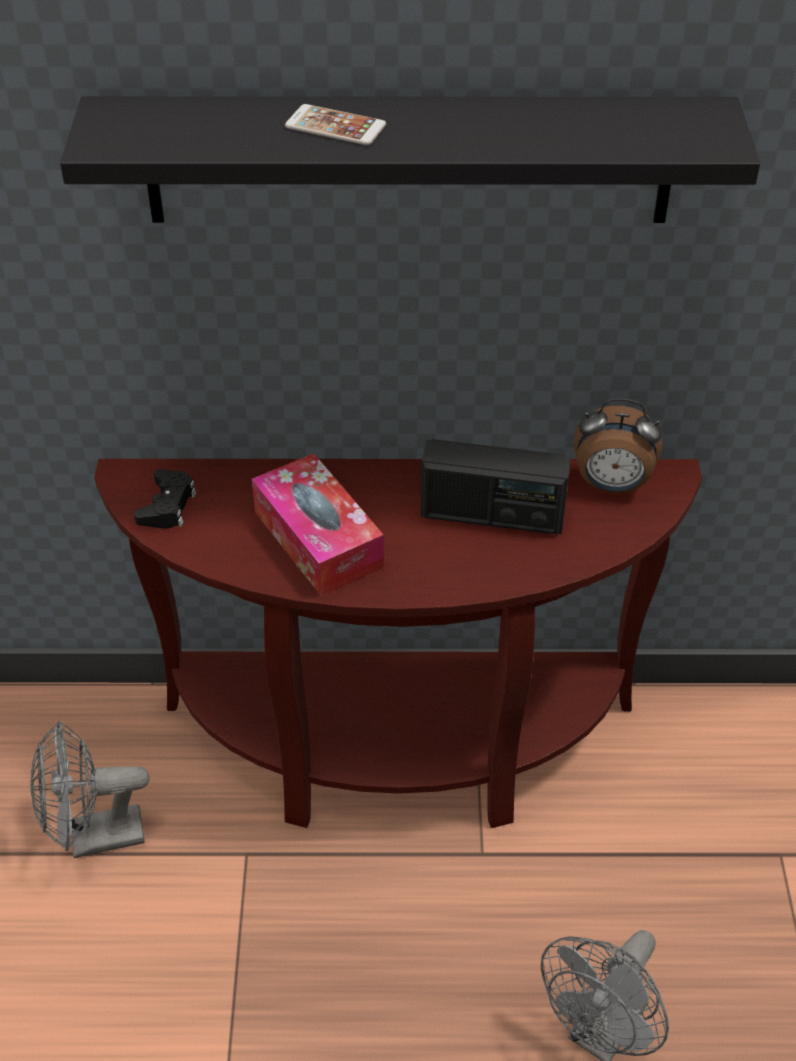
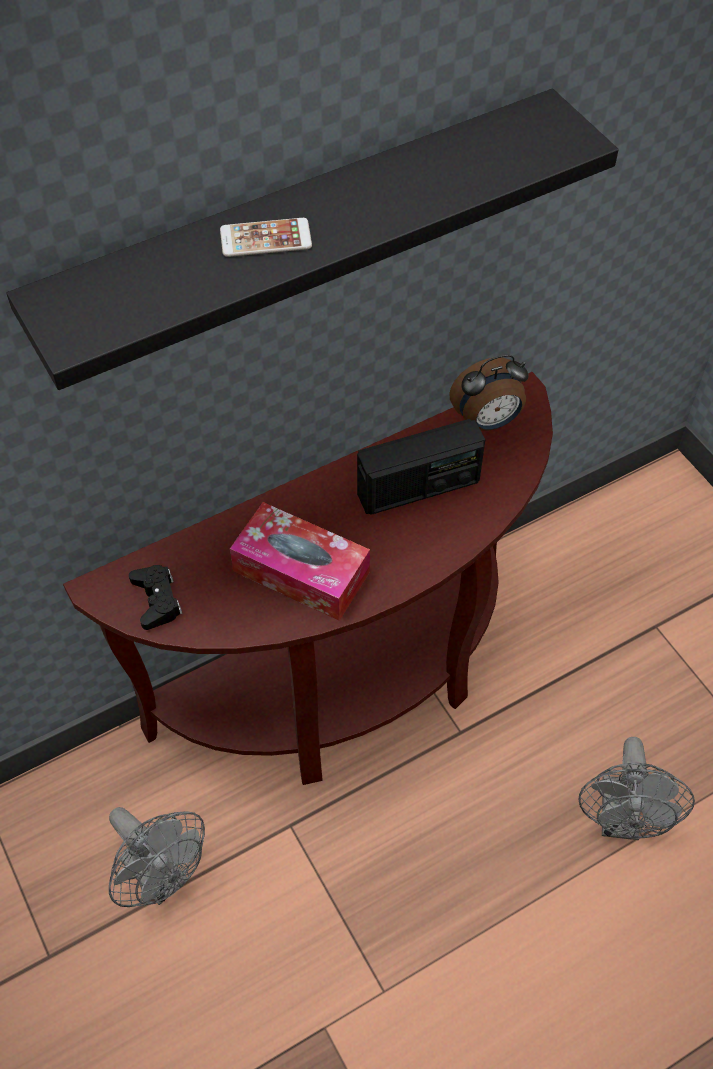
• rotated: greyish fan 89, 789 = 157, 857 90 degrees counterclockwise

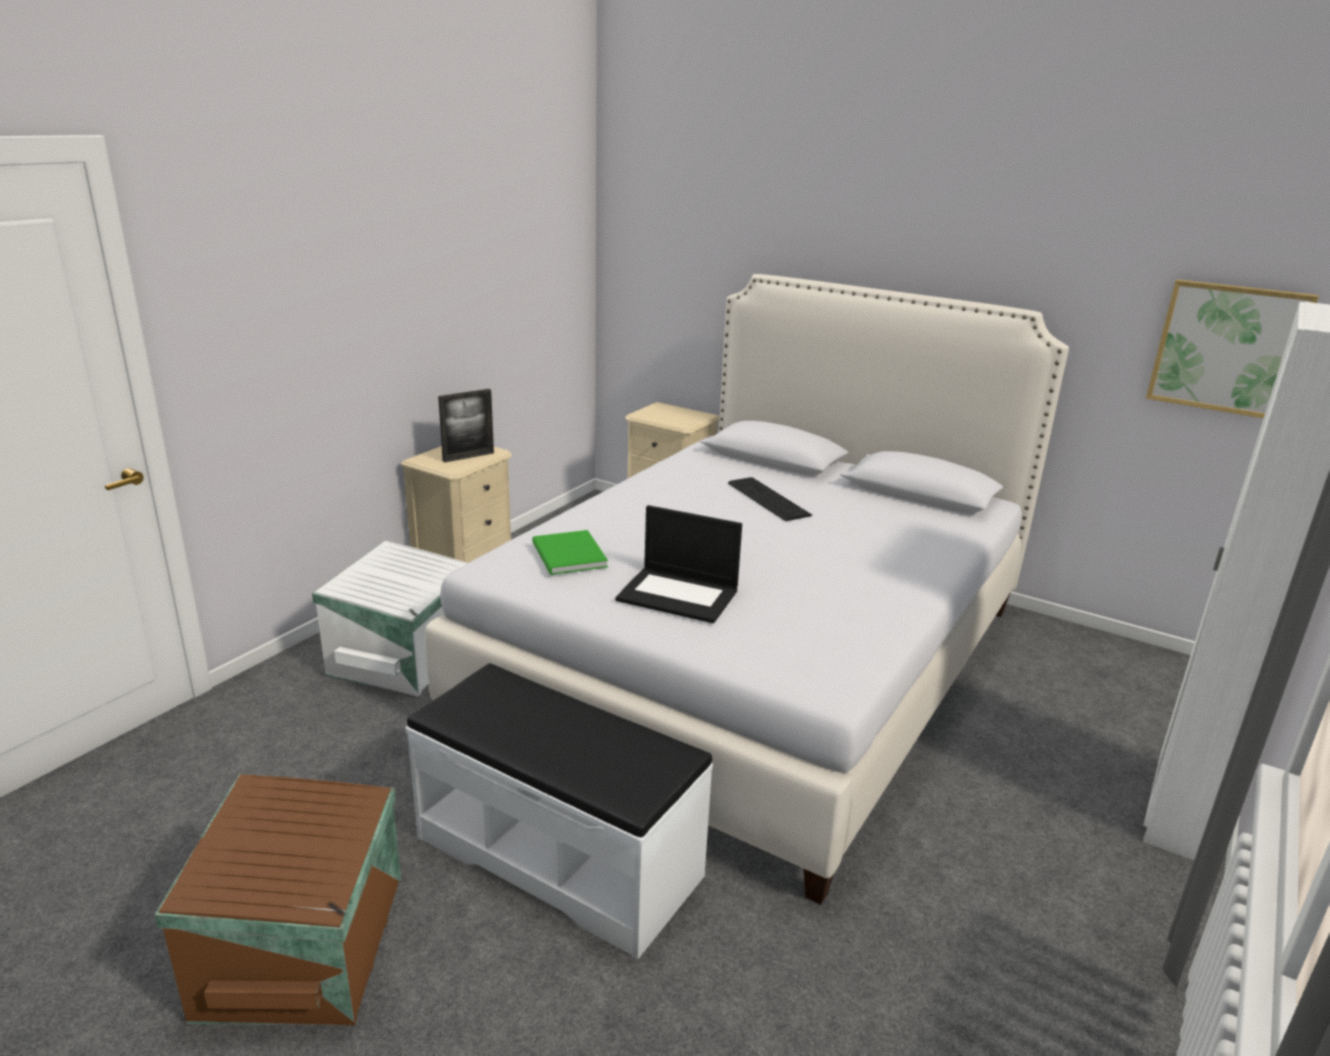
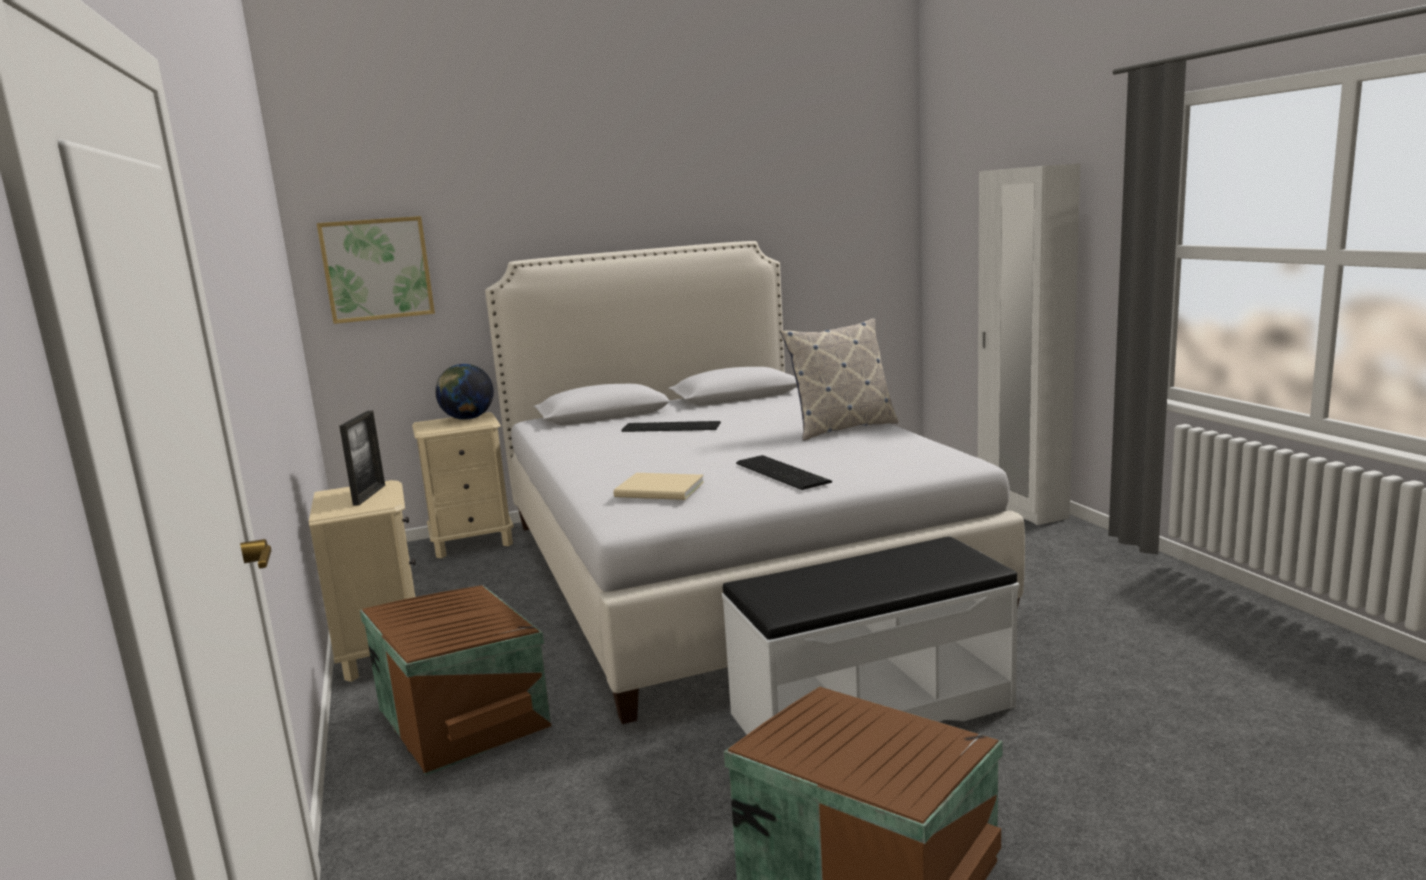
• repainted: white storage box 389, 618 to brown-coloured storage box 455, 680
• repainted: green-coloured bound book 570, 552 to beige bound book 658, 486
• swapped: laptop 679, 564 to PC keyboard 784, 472
• shifted: wall art 1232, 348 to 376, 270
• new: world globe 464, 392
• new: throw pillow 839, 379

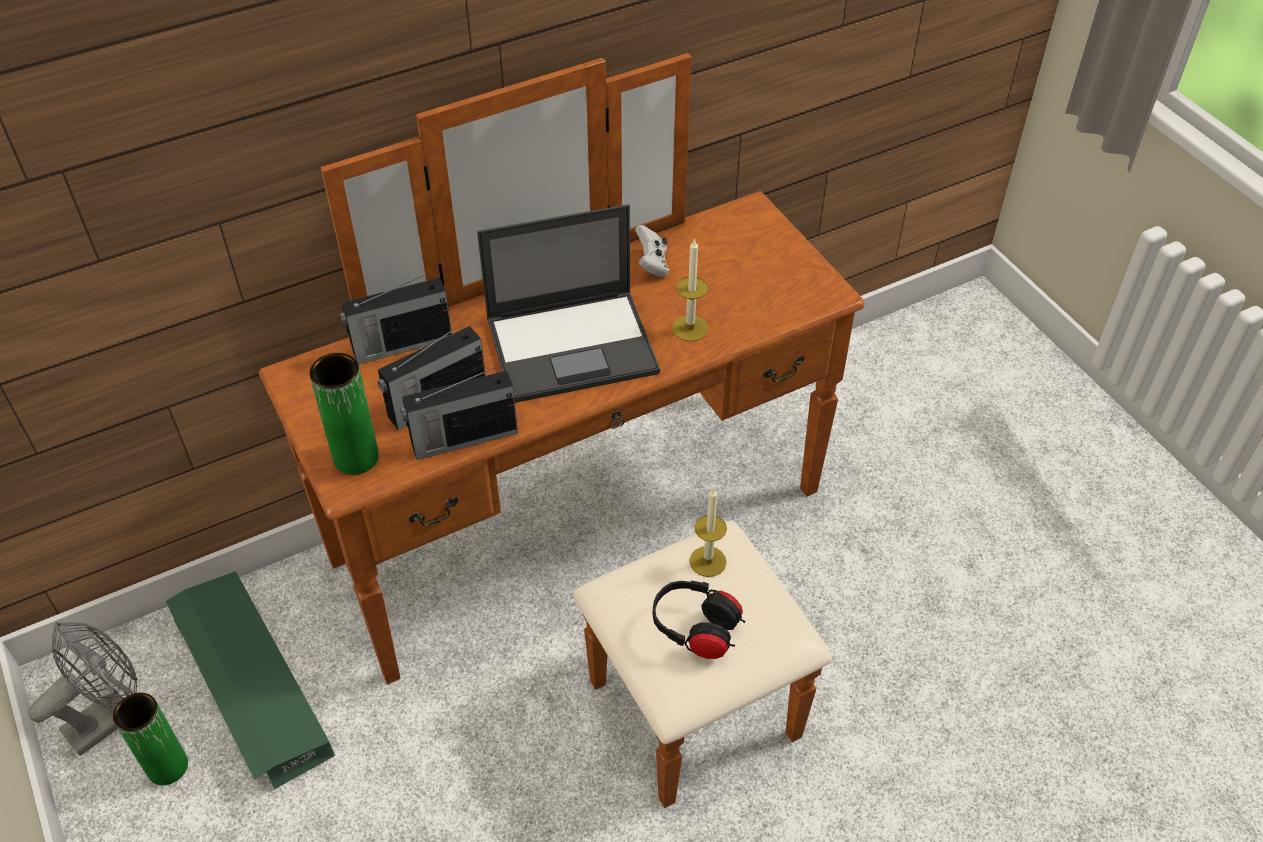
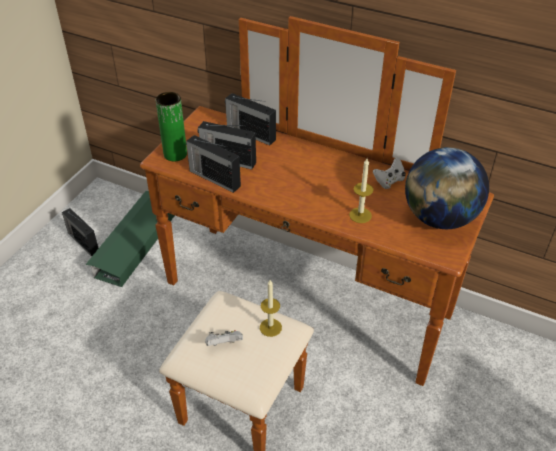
• gone: greyish fan 83, 689
• swapped: green-coloured decorative vase 150, 739 to radio receiver 80, 232
• gone: laptop 568, 303
• swapped: black-coloured pair of headphones 699, 620 to white joypad 224, 338
• new: world globe 447, 188

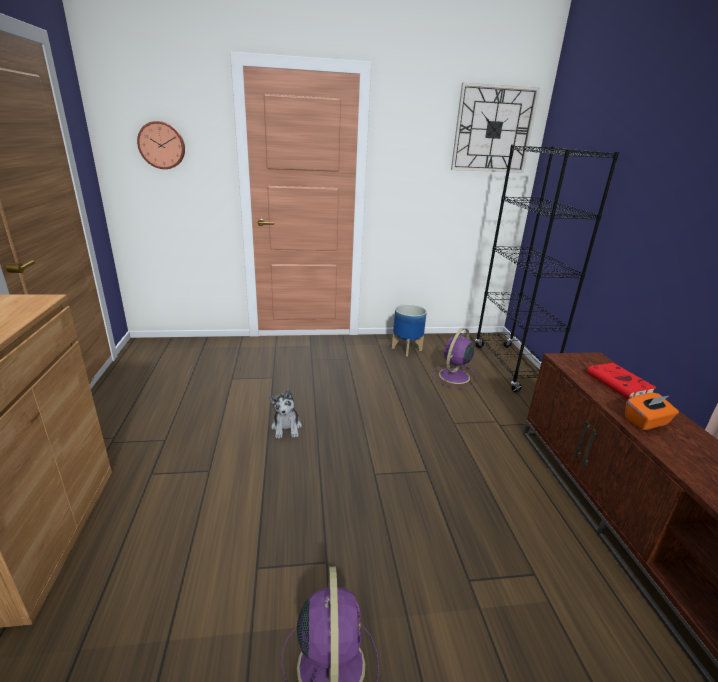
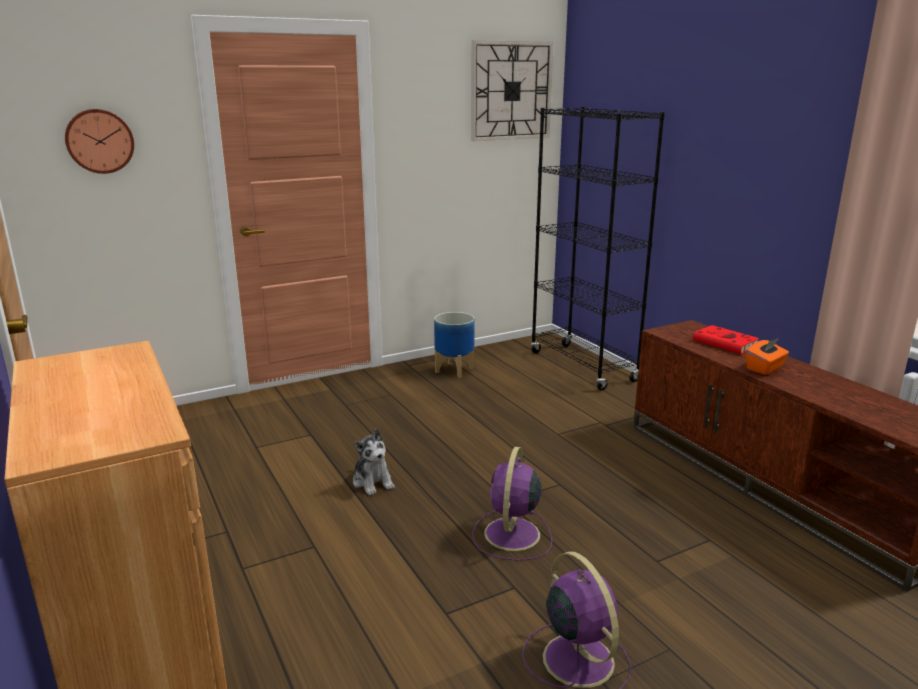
• shifted: purple fan 453, 358 to 512, 503

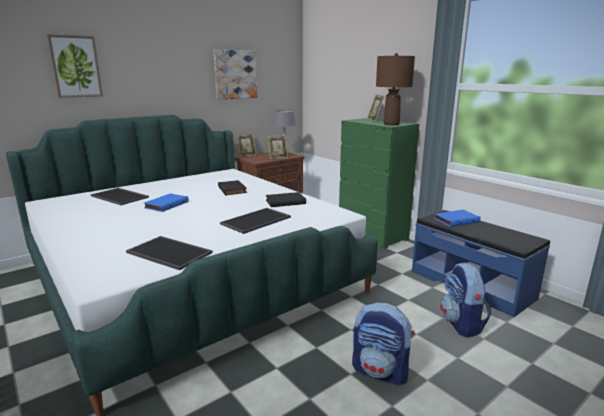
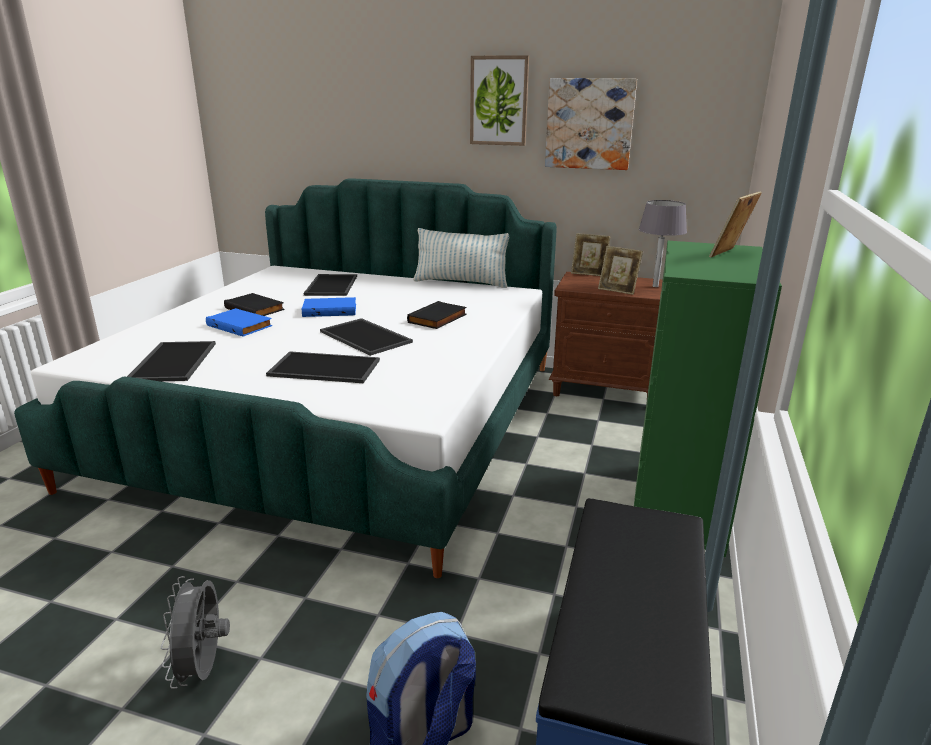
• shifted: wall art 75, 66 to 499, 100
• shifted: black-coloured bound book 286, 199 to 254, 304
• swapped: knapsack 383, 344 to greyish fan 195, 632
• gone: brown-coloured lamp for a table 395, 89
• shifted: bluish bound book 457, 218 to 239, 322
• new: carrying tray 366, 337
• new: throw pillow 461, 258

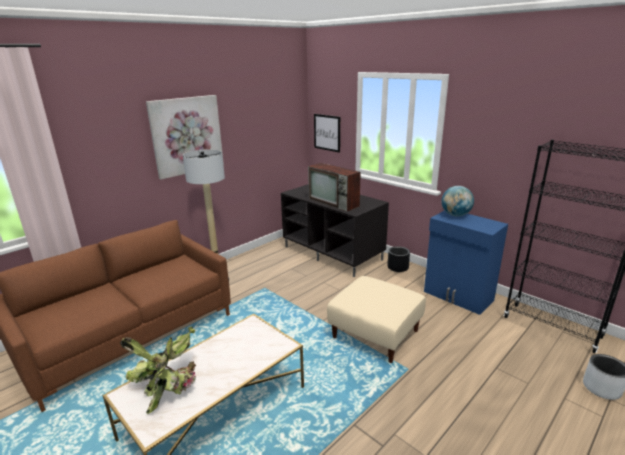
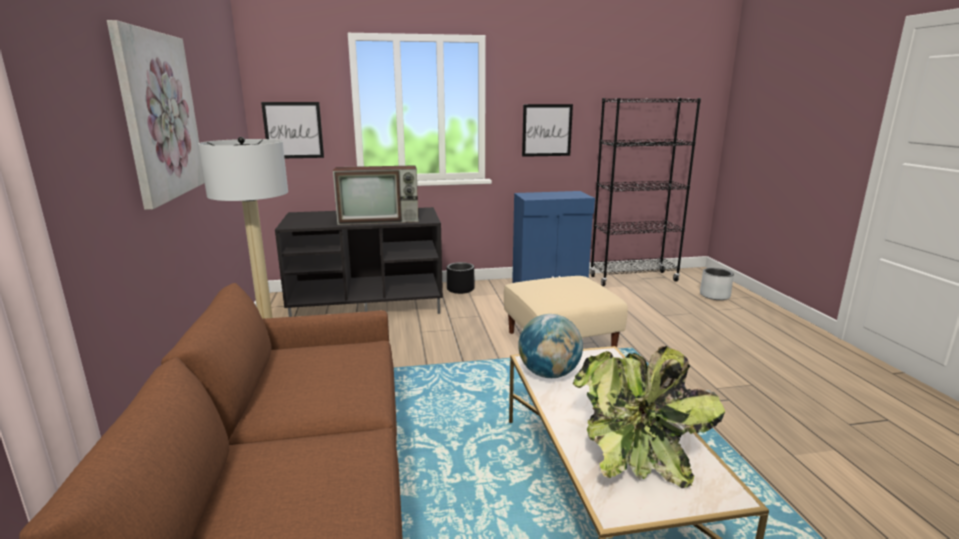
• shifted: world globe 457, 201 to 550, 346
• new: wall art 547, 130

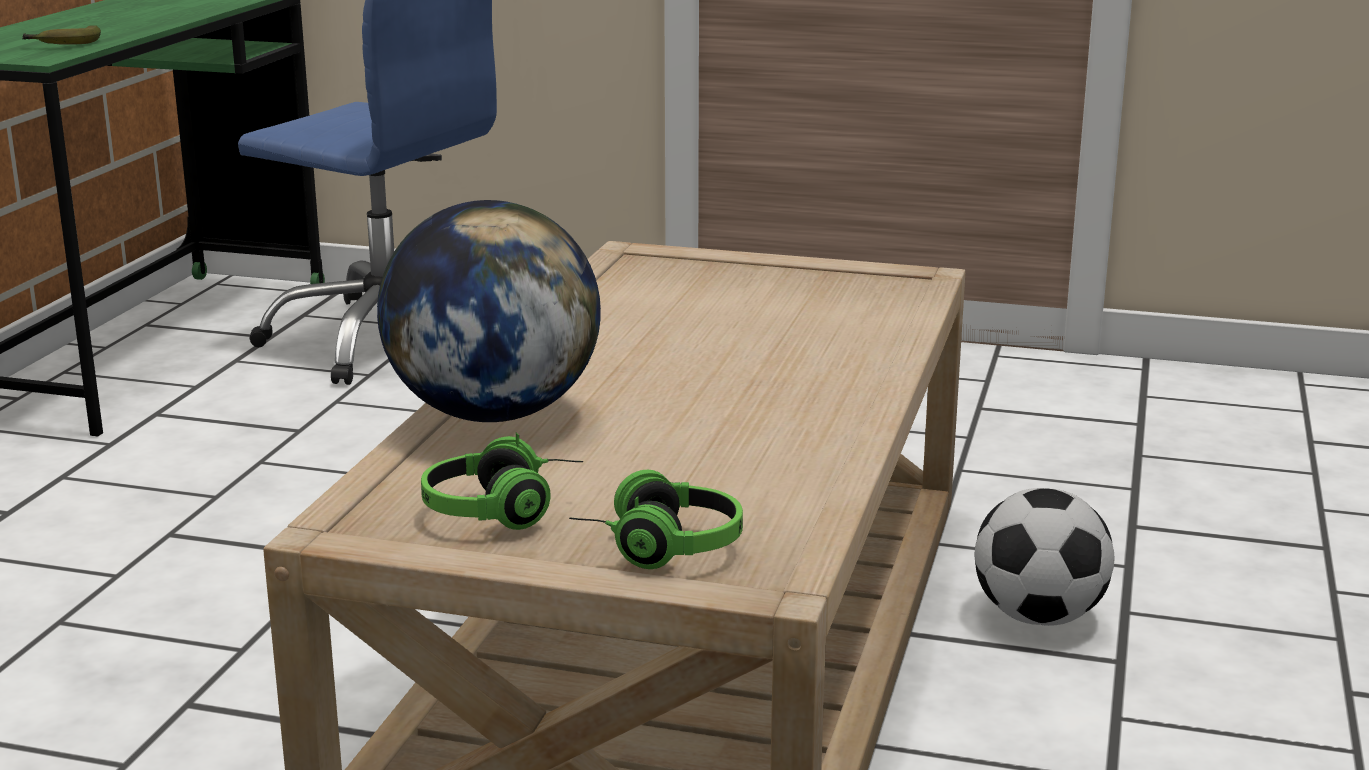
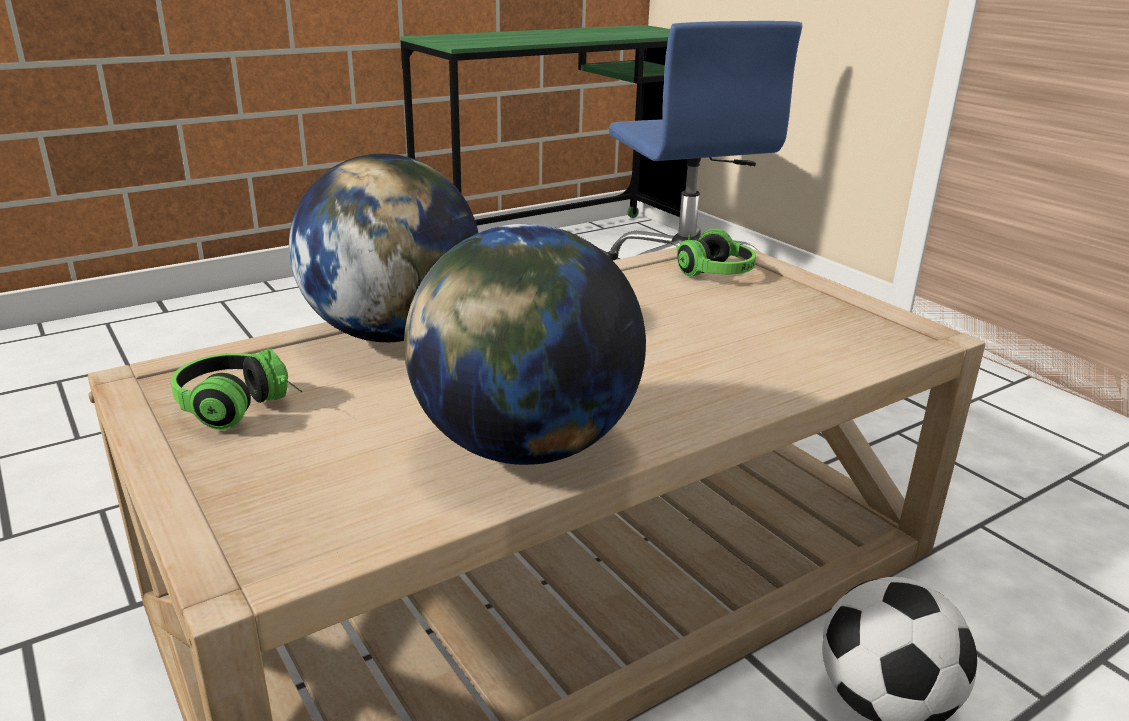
• gone: whole banana 61, 35
• shifted: pair of headphones 656, 519 to 709, 252
• new: world globe 525, 344

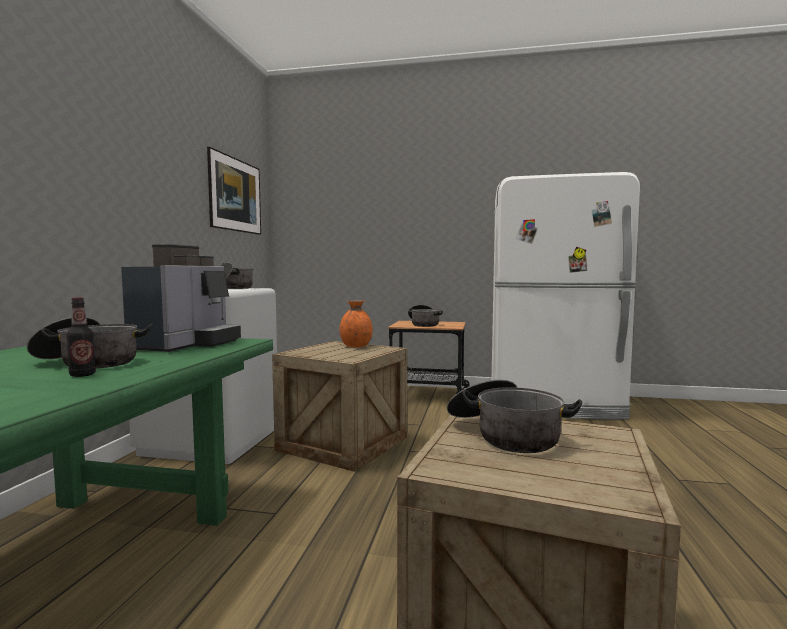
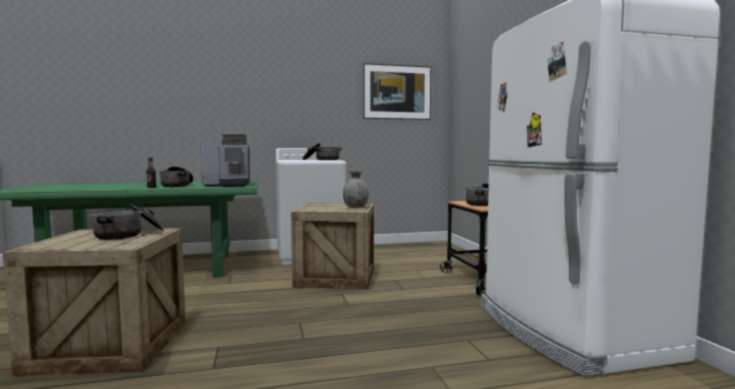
• repainted: orange-coloured decorative vase 356, 324 to greyish decorative vase 356, 189

